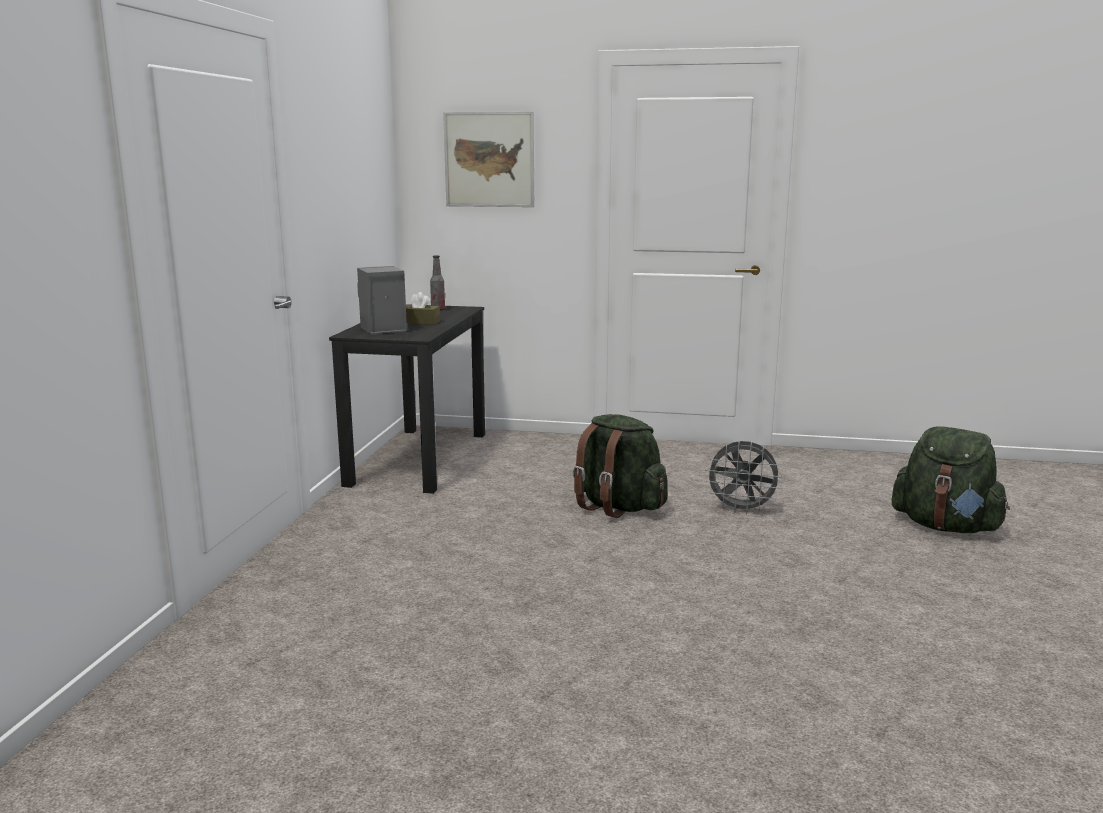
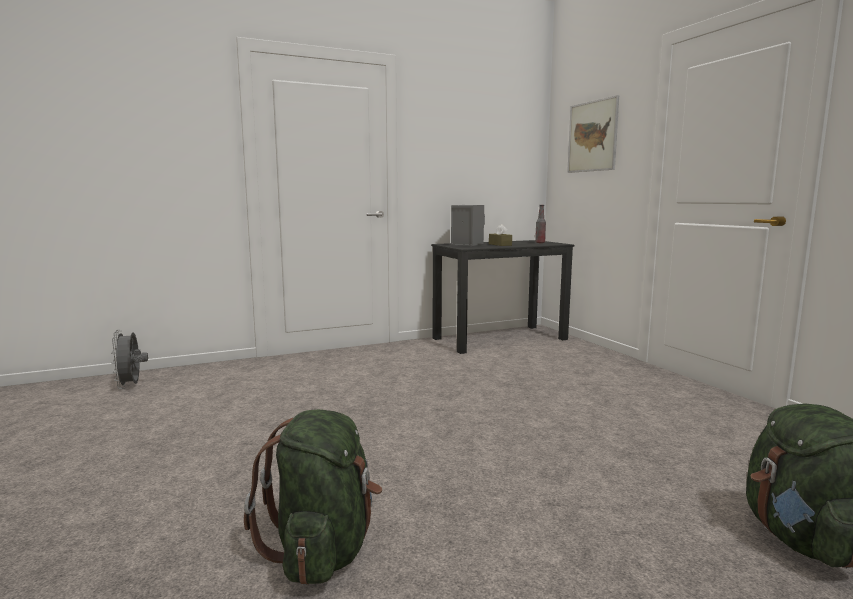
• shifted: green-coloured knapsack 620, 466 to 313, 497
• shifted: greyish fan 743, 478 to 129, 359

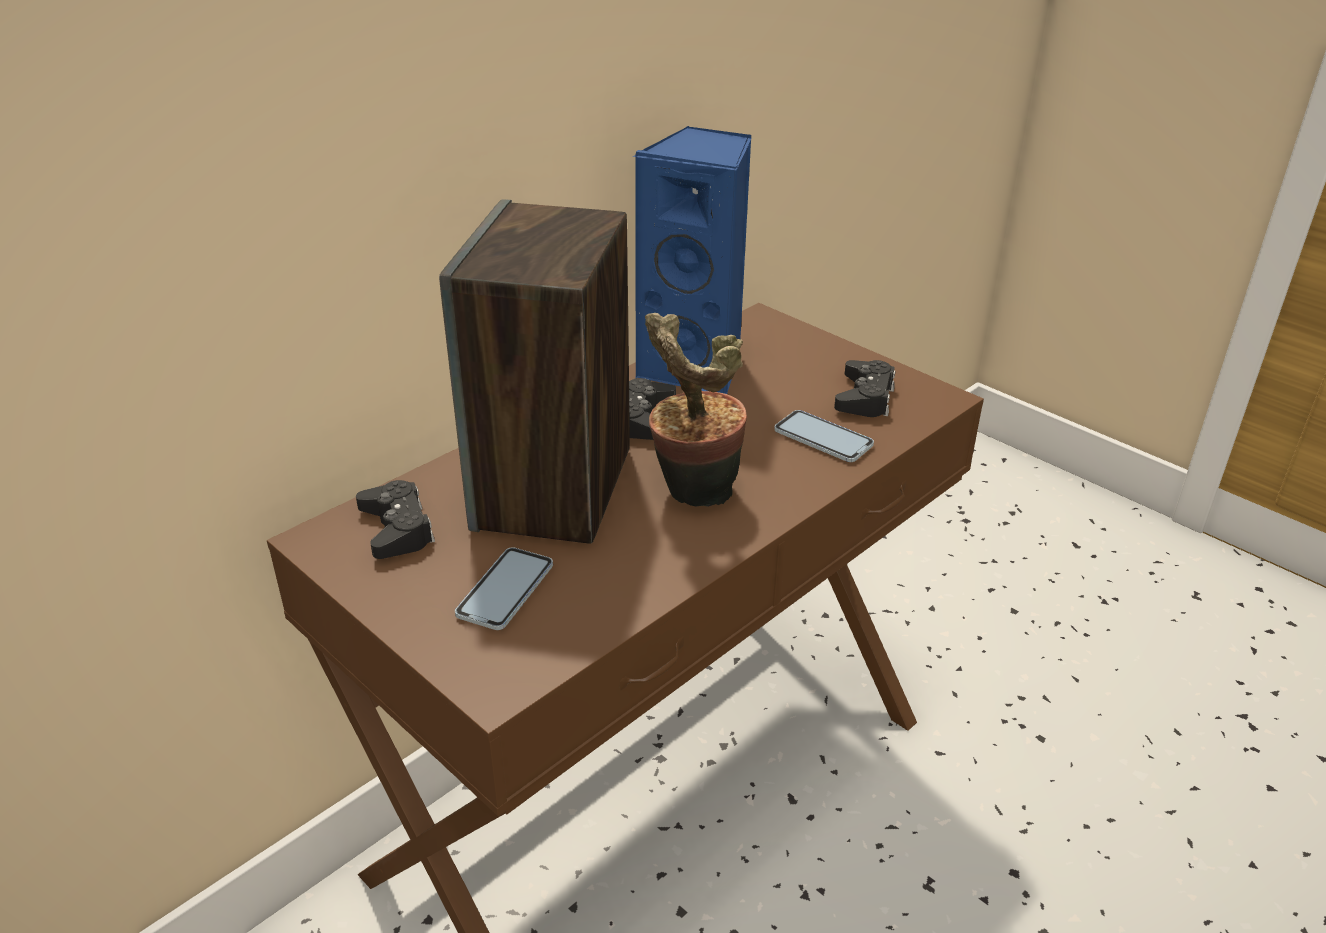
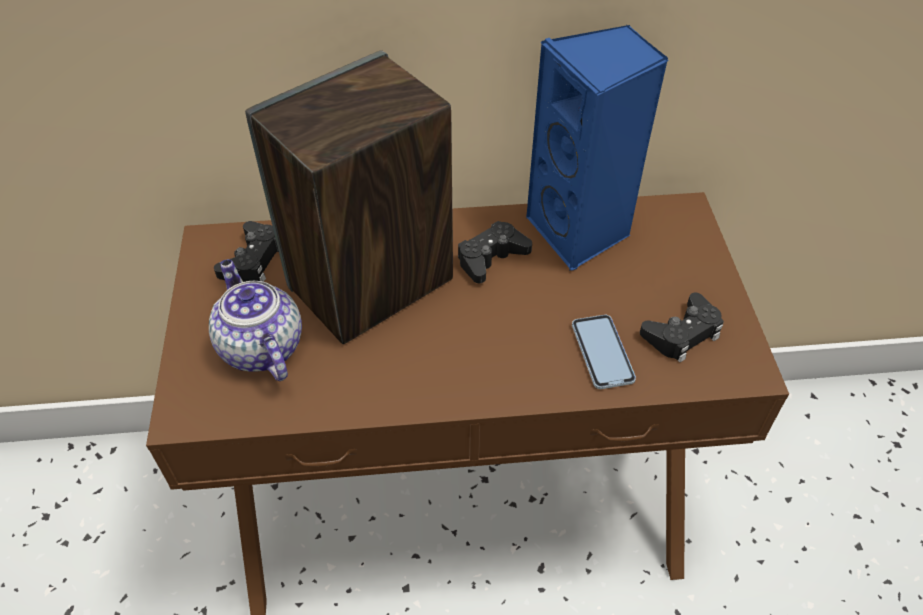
• swapped: telephone 504, 588 to teapot 255, 320
• gone: potted plant 696, 410

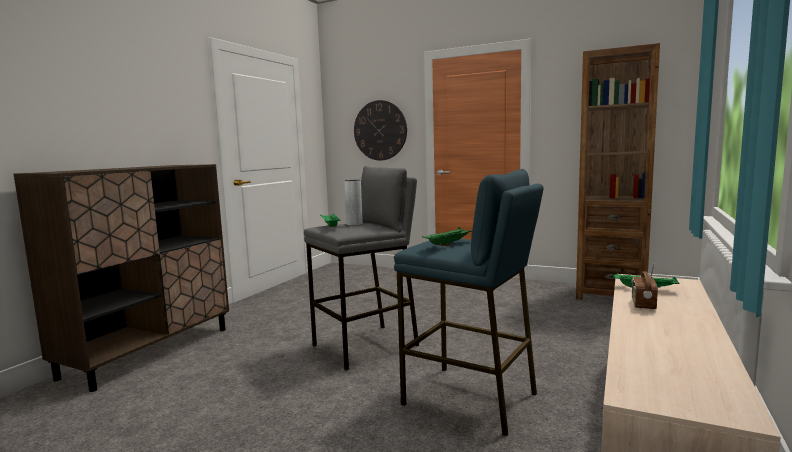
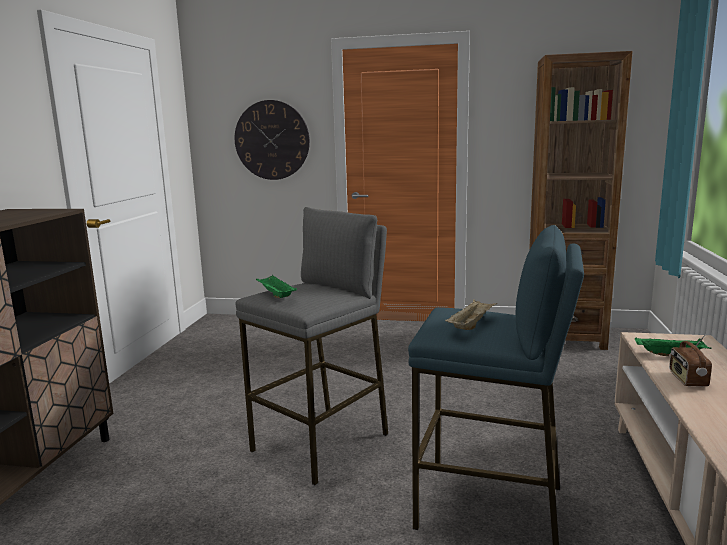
• gone: greyish decorative vase 353, 203
• repainted: green-coloured carrying tray 447, 236 to beige carrying tray 471, 314

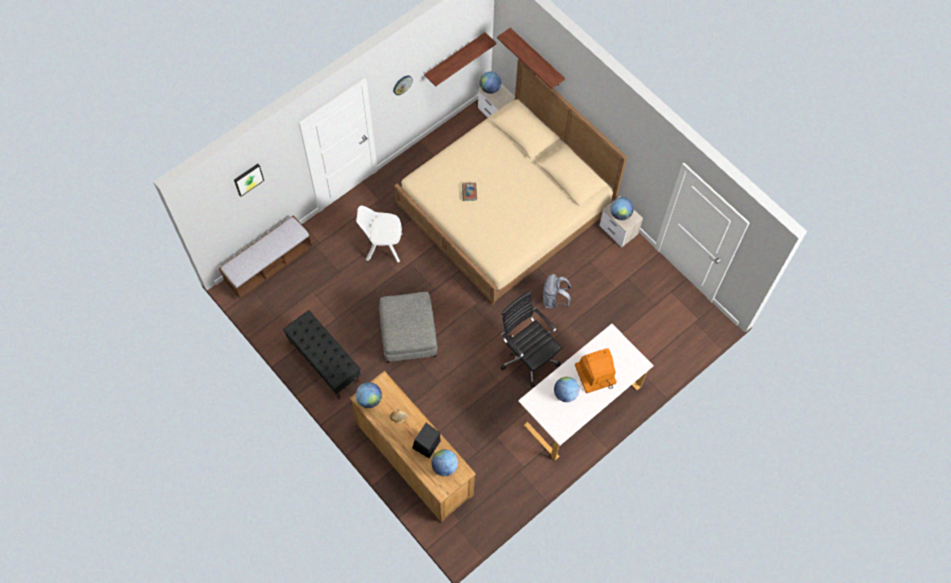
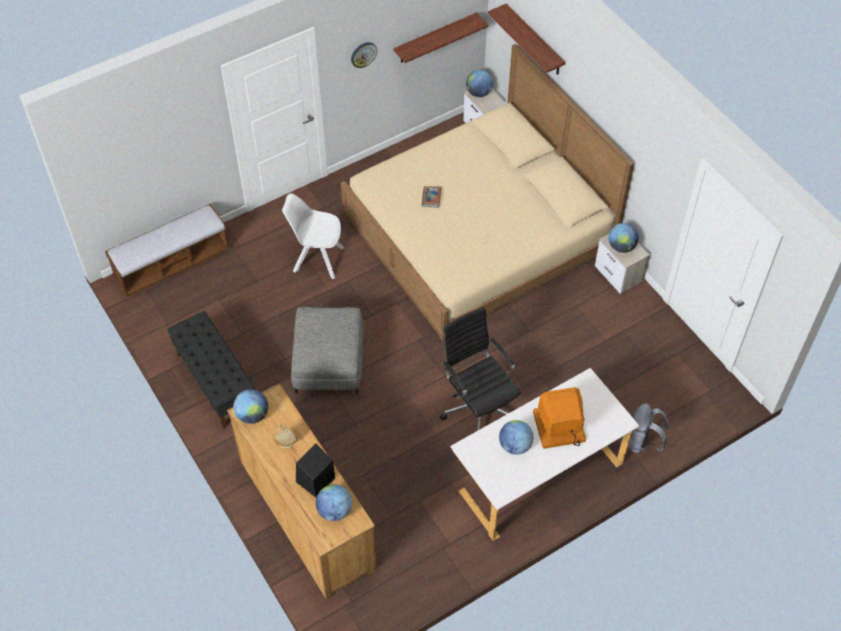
• gone: wall art 249, 180
• shifted: greyish knapsack 557, 291 to 648, 428

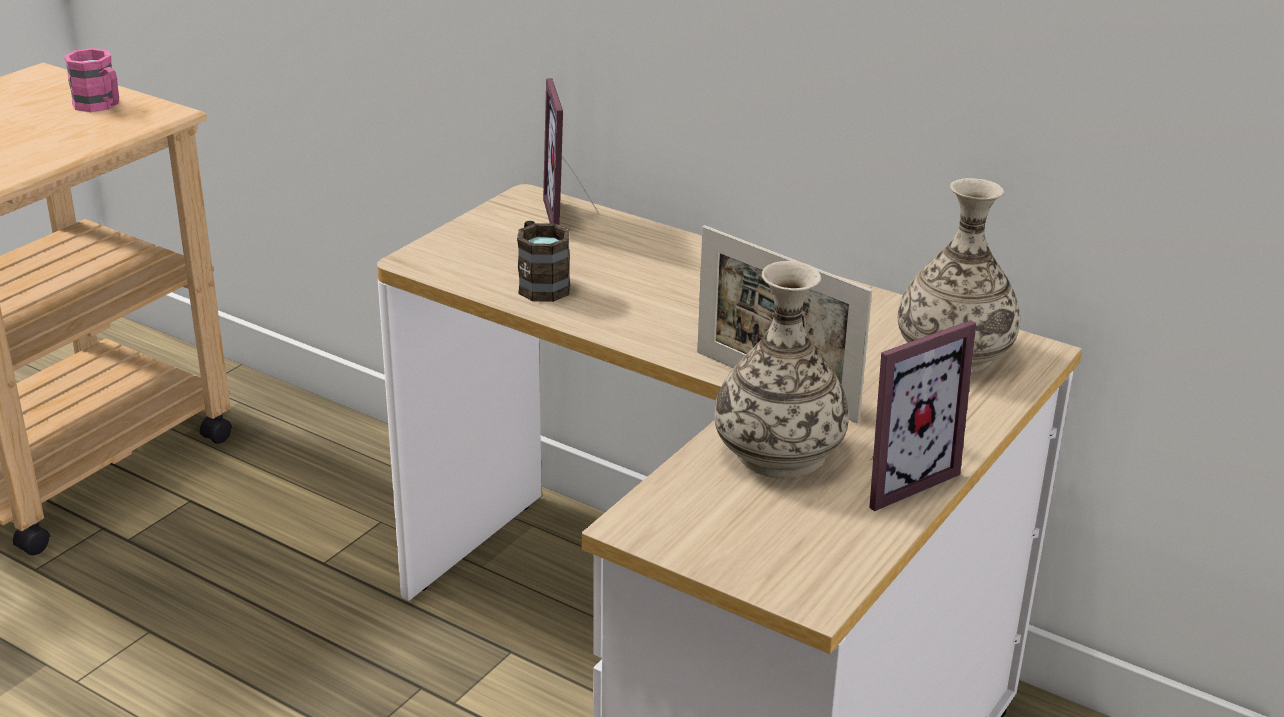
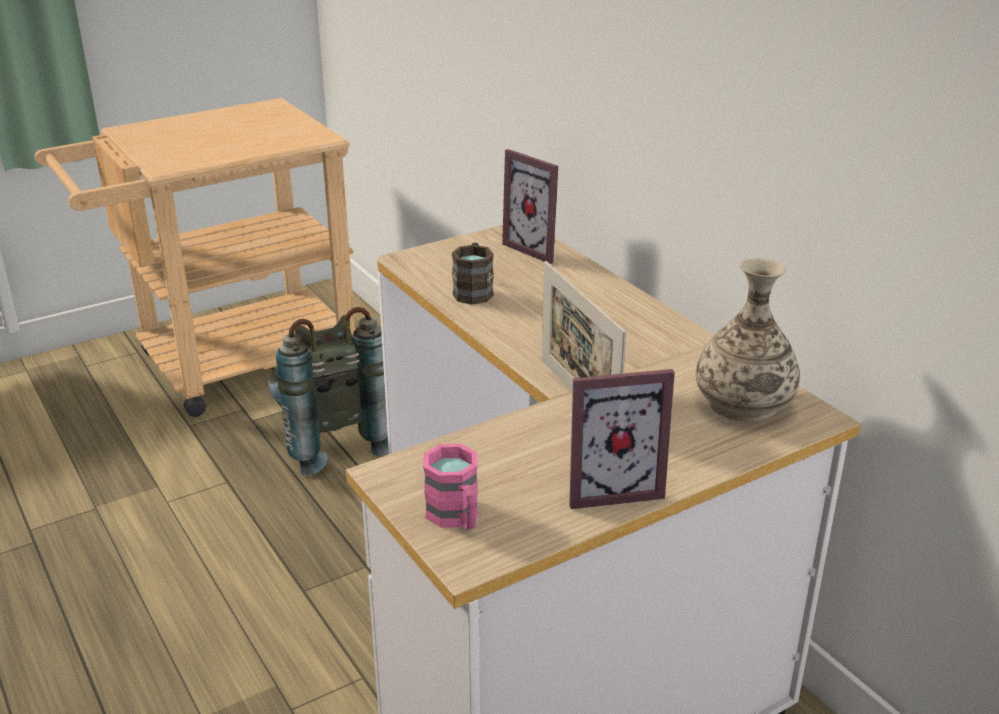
• shifted: pink-coloured mug 91, 80 to 450, 487
• rotated: photo frame 571, 152 = 530, 206 60 degrees counterclockwise
• gone: decorative vase 781, 369
• new: greyish knapsack 328, 391

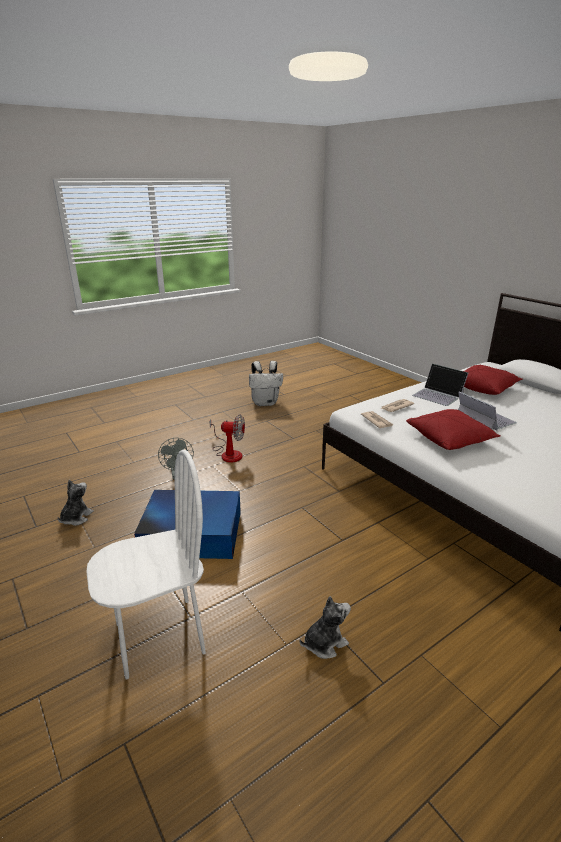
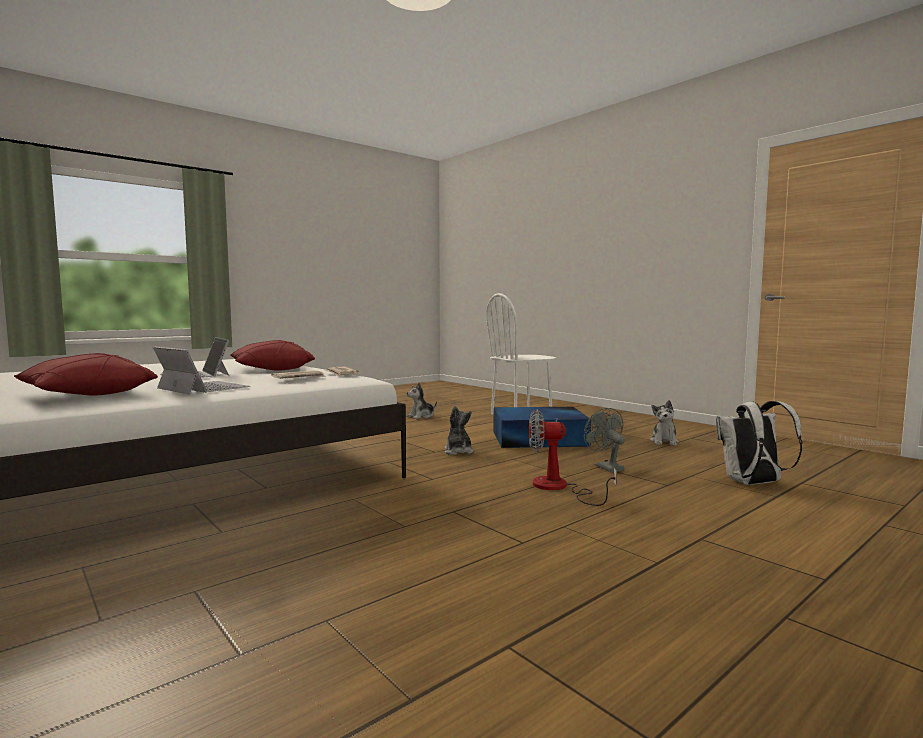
• shifted: white knapsack 266, 383 to 759, 443
• new: soft toy 458, 430

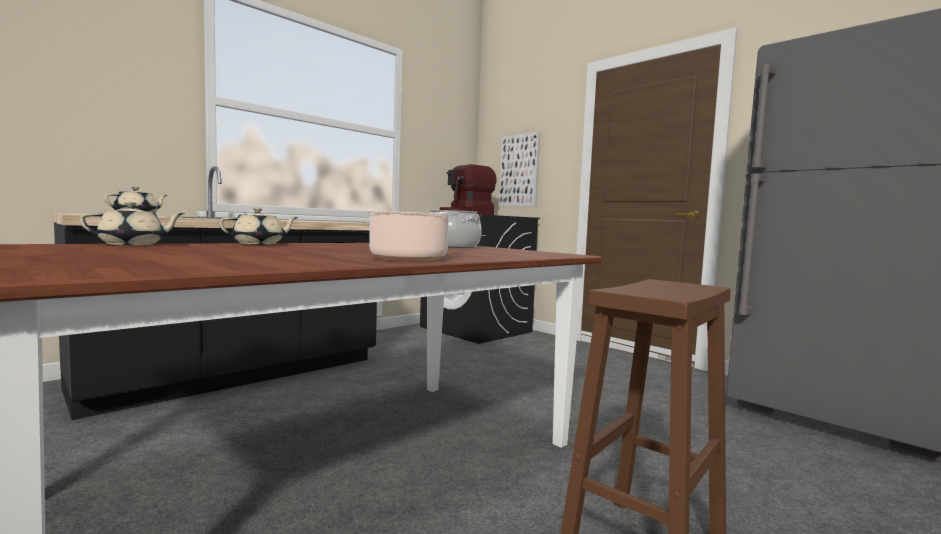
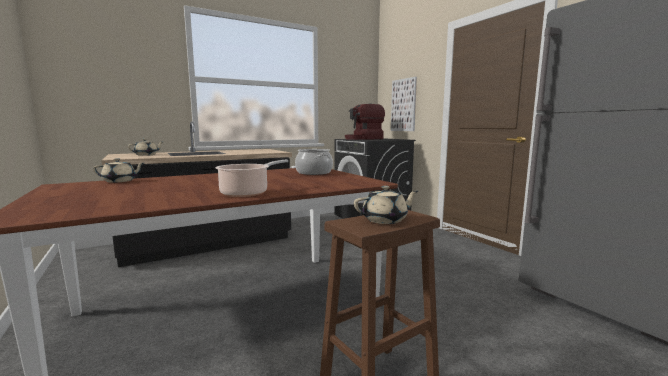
• shifted: beige teapot 258, 226 to 386, 205

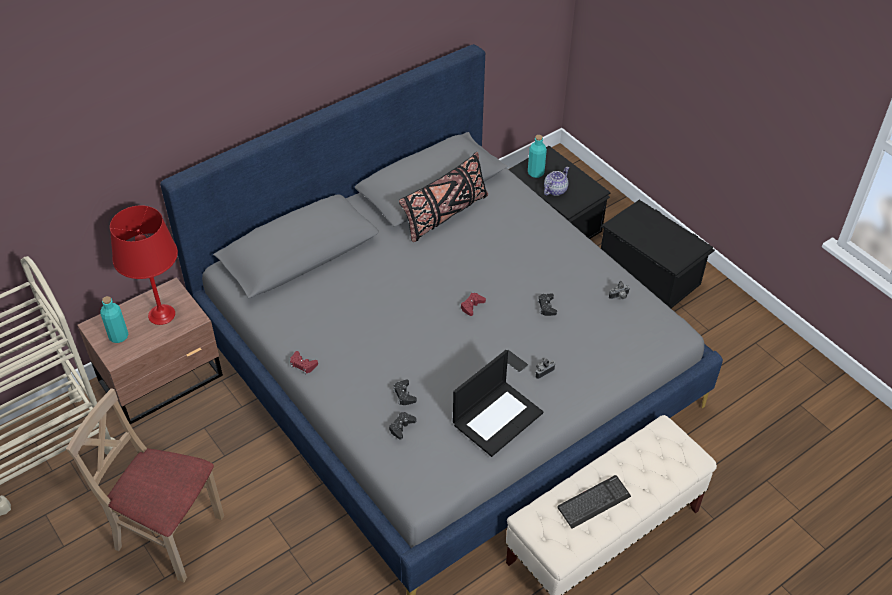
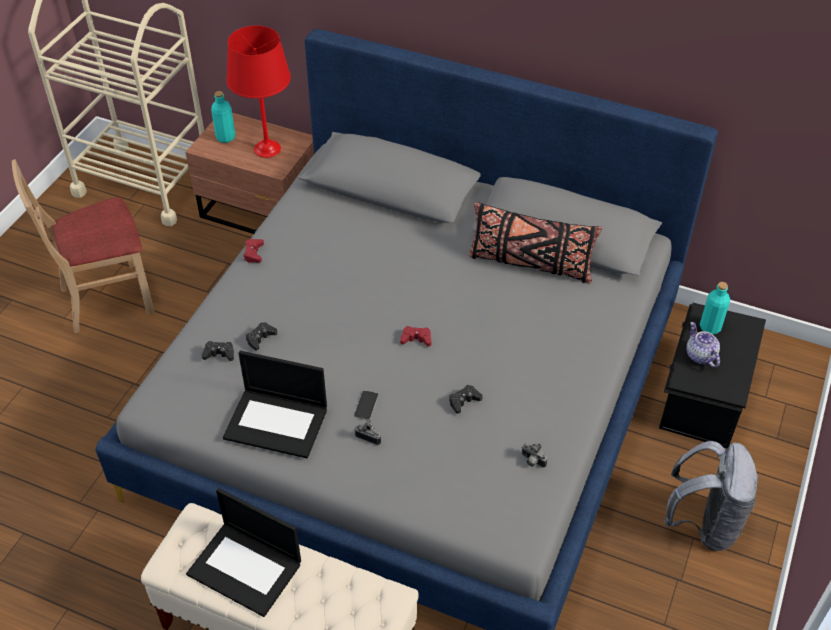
• rotated: beige upright chair 145, 485 = 83, 246 105 degrees counterclockwise
• rotated: teapot 556, 181 = 703, 345 120 degrees counterclockwise
• swapped: PC keyboard 594, 502 to laptop 243, 552
• swapped: black-coloured storage box 658, 254 to greyish knapsack 711, 496

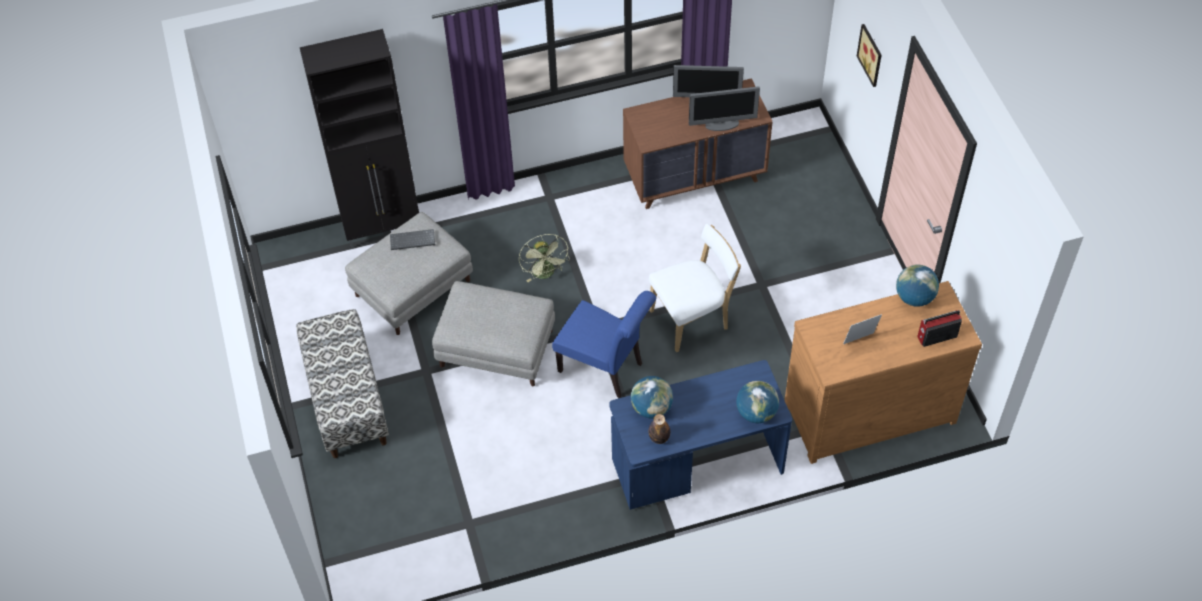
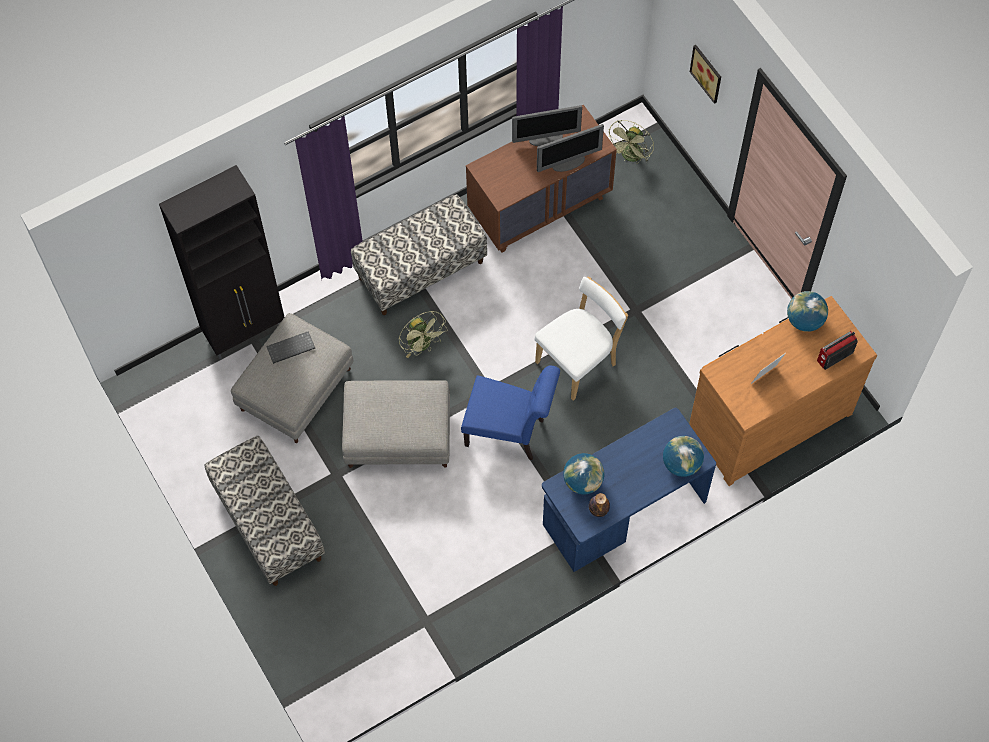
• new: long seat 419, 254
• new: green-coloured fan 631, 142

